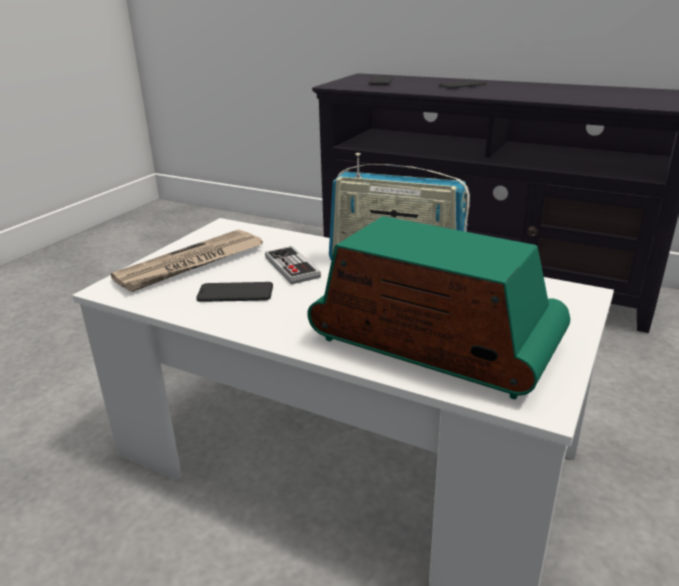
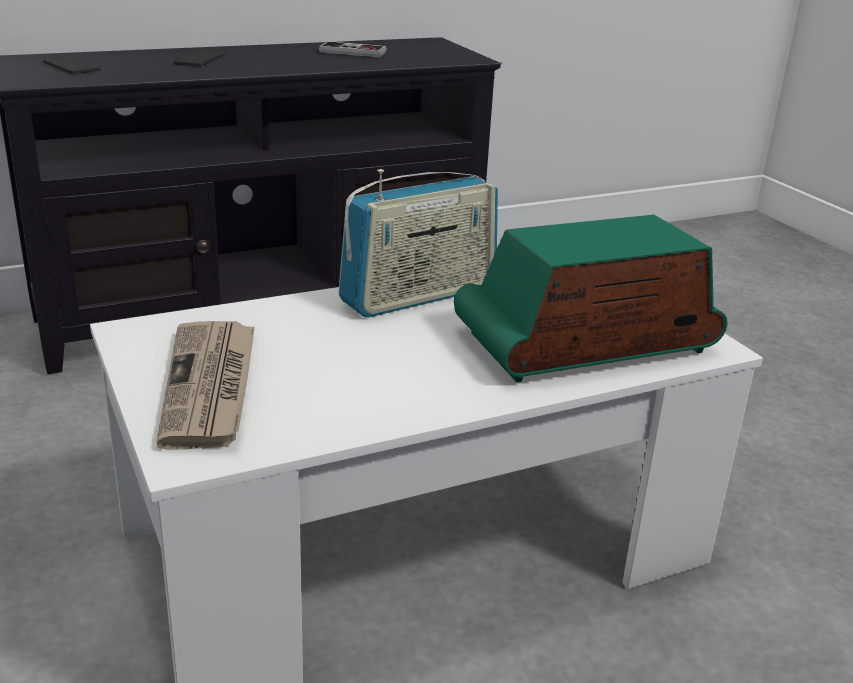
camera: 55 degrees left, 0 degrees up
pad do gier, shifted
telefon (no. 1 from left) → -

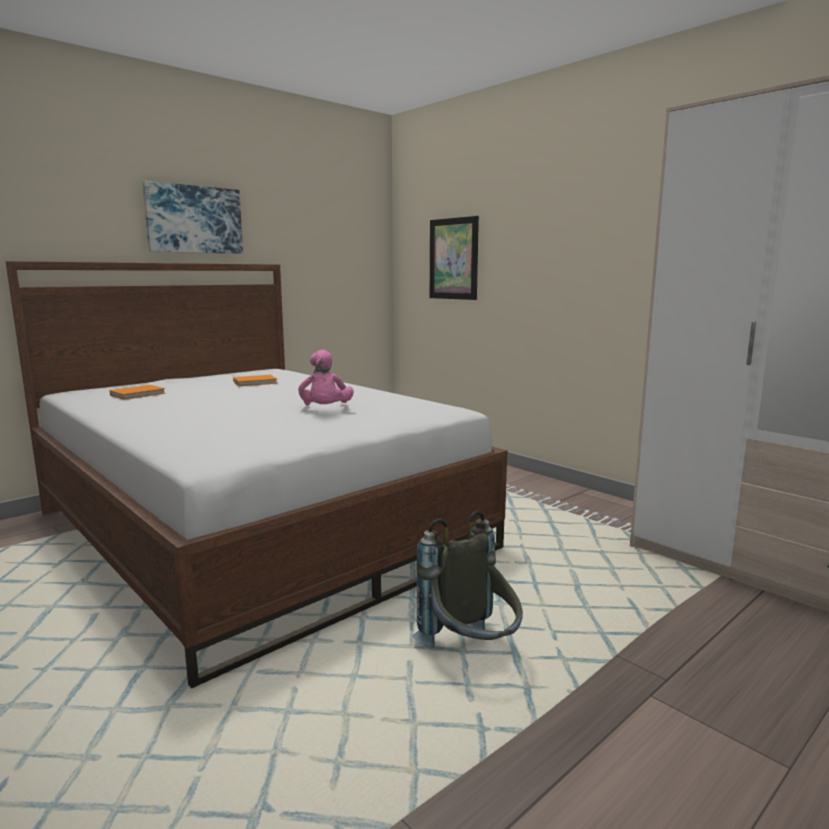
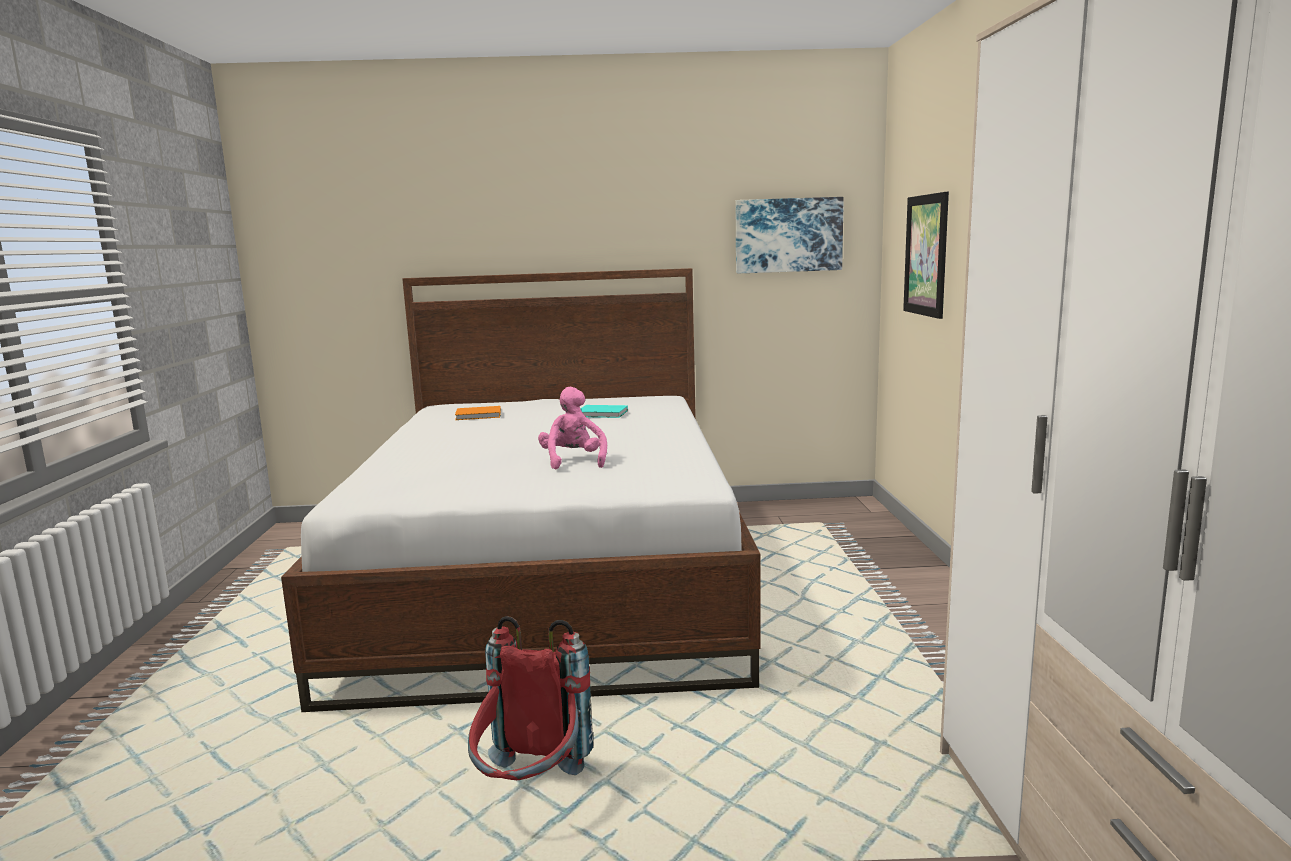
camera: 40 degrees right, 0 degrees up
obraz (no. 1 from left), shifted
pluszak [różowy], 135 degrees clockwise
książka [pomarańczowy] (no. 2 from left) → książka [turkusowy]
plecak [szary] → plecak [czerwony]

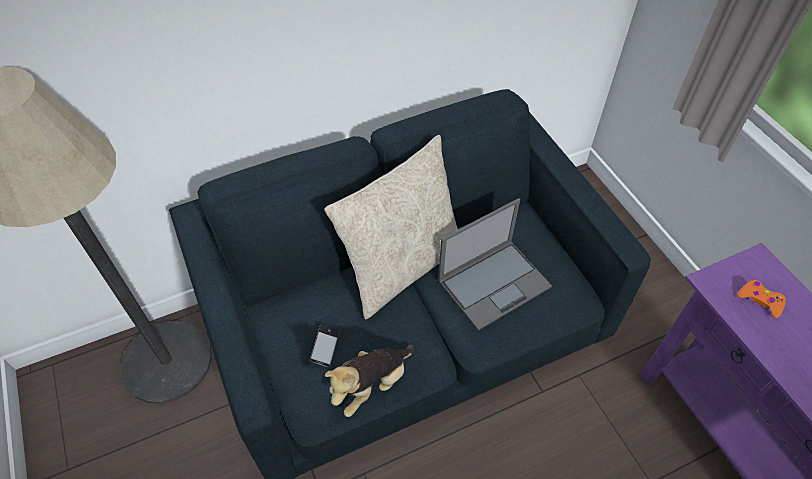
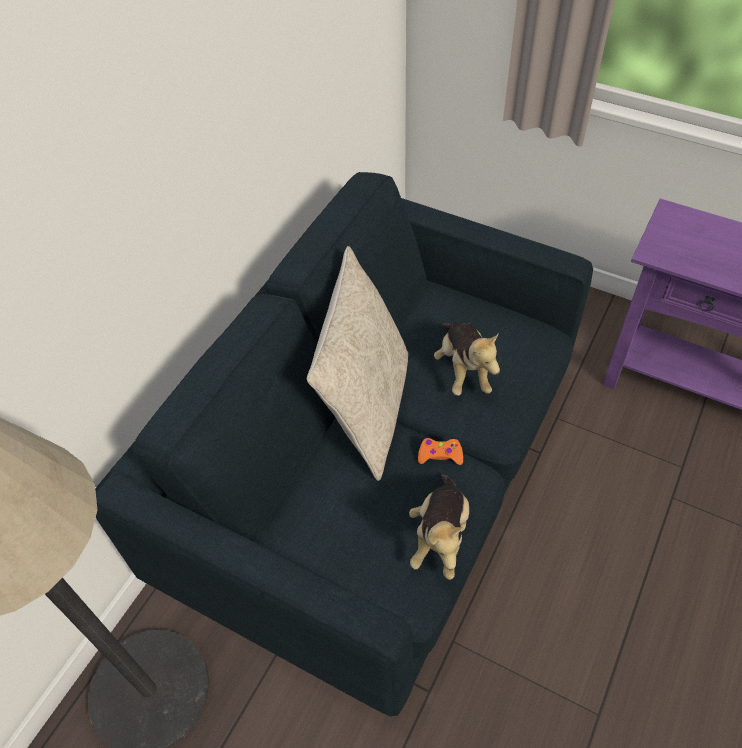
camera: 35 degrees left, 0 degrees up
laptop → pluszak (no. 2 from left)
pad do gier [pomarańczowy], shifted
telefon → -

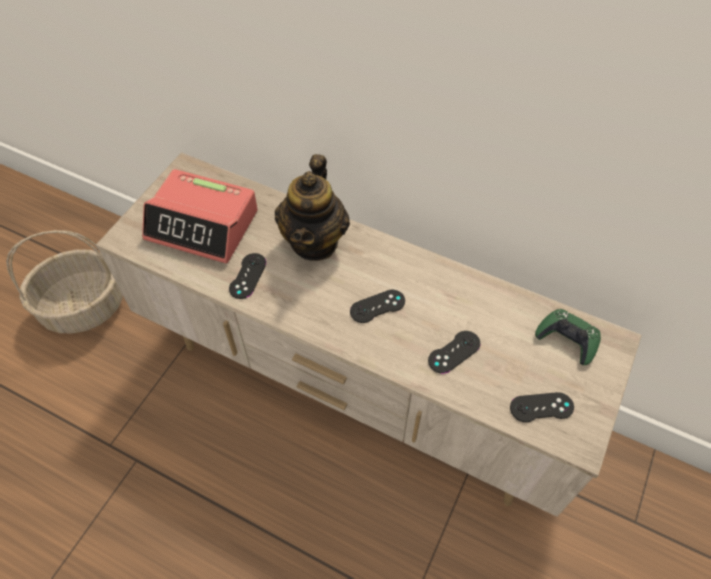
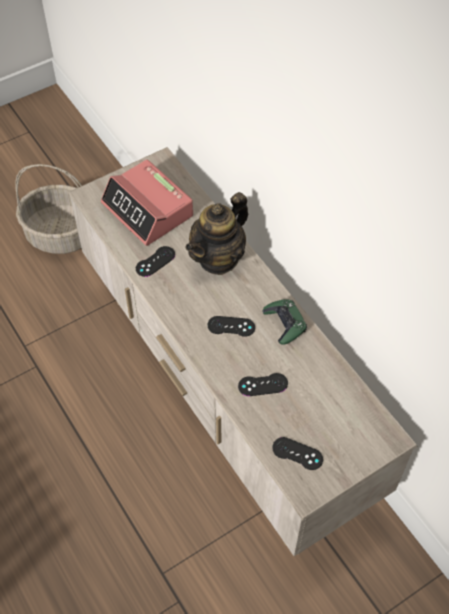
camera: 30 degrees right, 0 degrees up
pad do gier [zielony], shifted

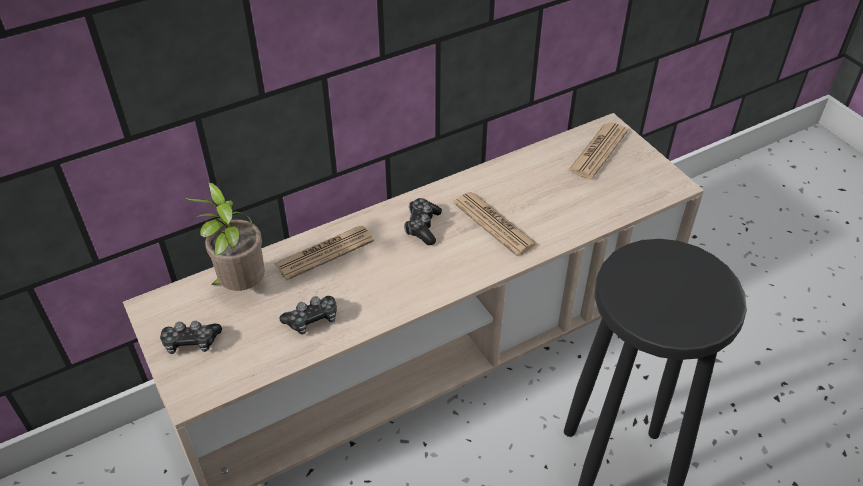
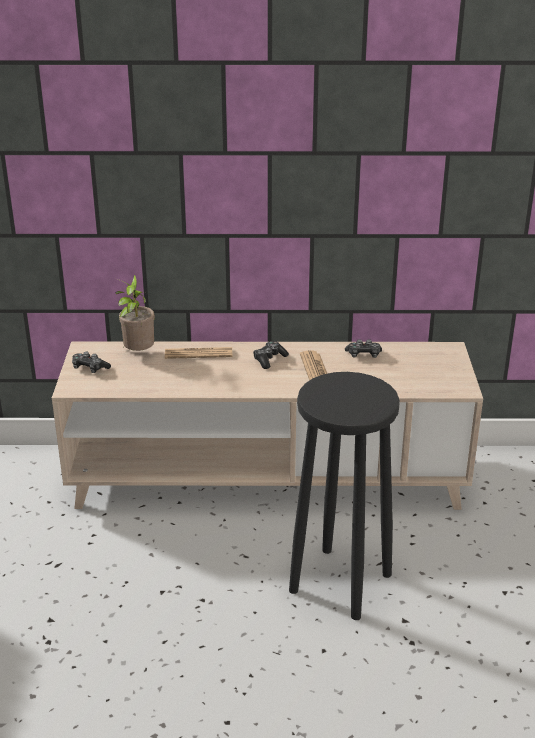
camera: 30 degrees right, 15 degrees down
gazeta (no. 3 from left) → -
pad do gier (no. 2 from left in the first image) → pad do gier (no. 3 from left), shifted

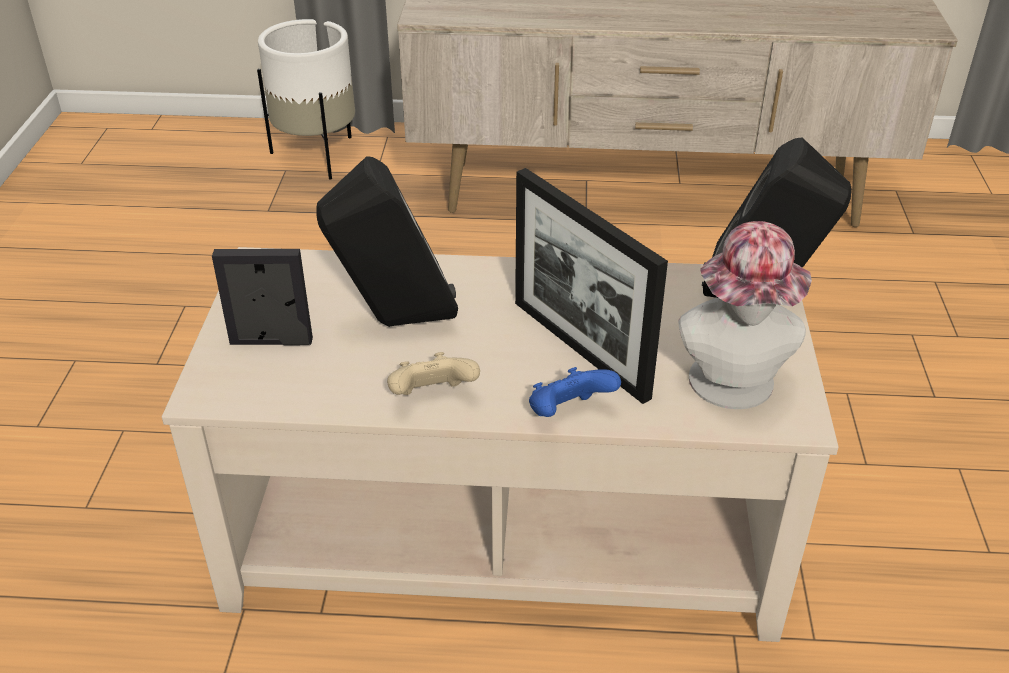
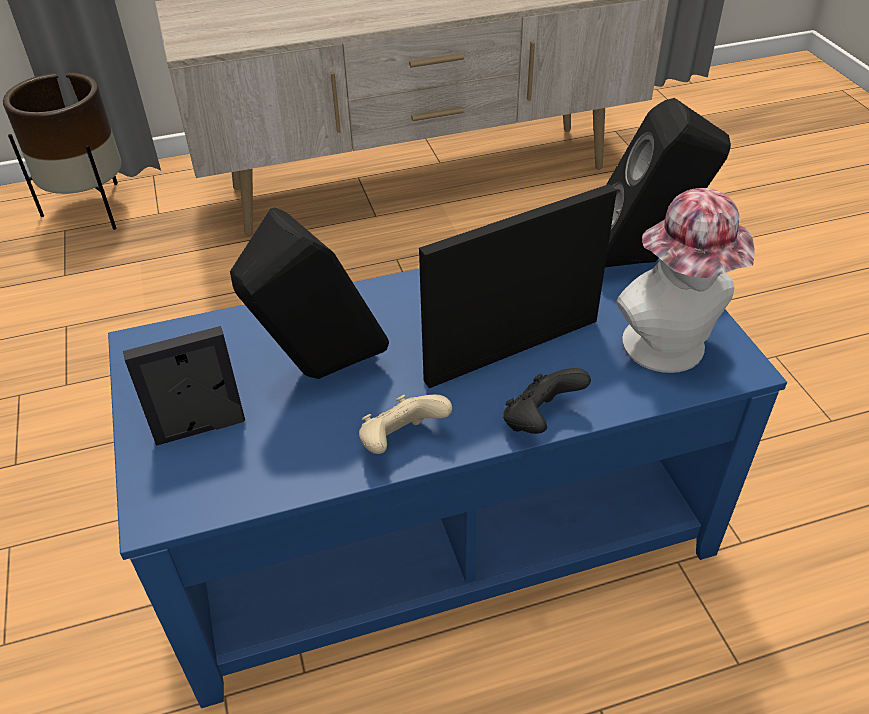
camera: 20 degrees left, 5 degrees up
donica [biały] → donica [brązowy]
ramka na zdjęcie (no. 2 from left), 120 degrees clockwise
ława [beżowy] → ława [niebieski]
pad do gier [niebieski] → pad do gier [czarny]

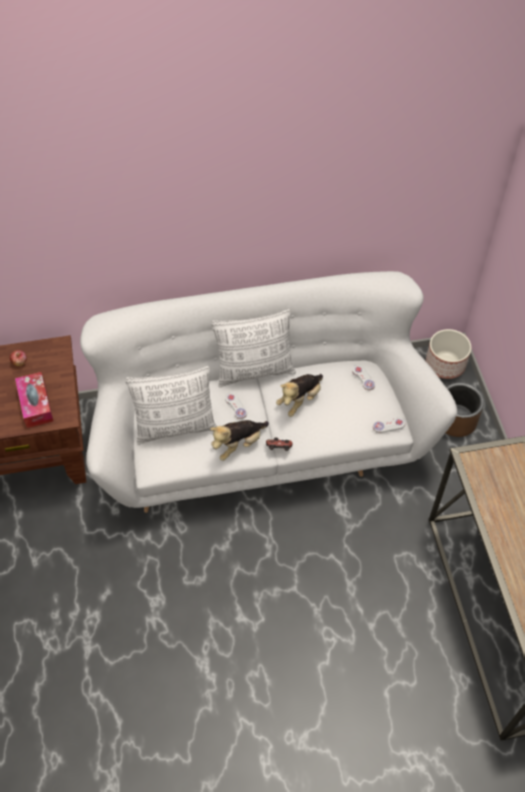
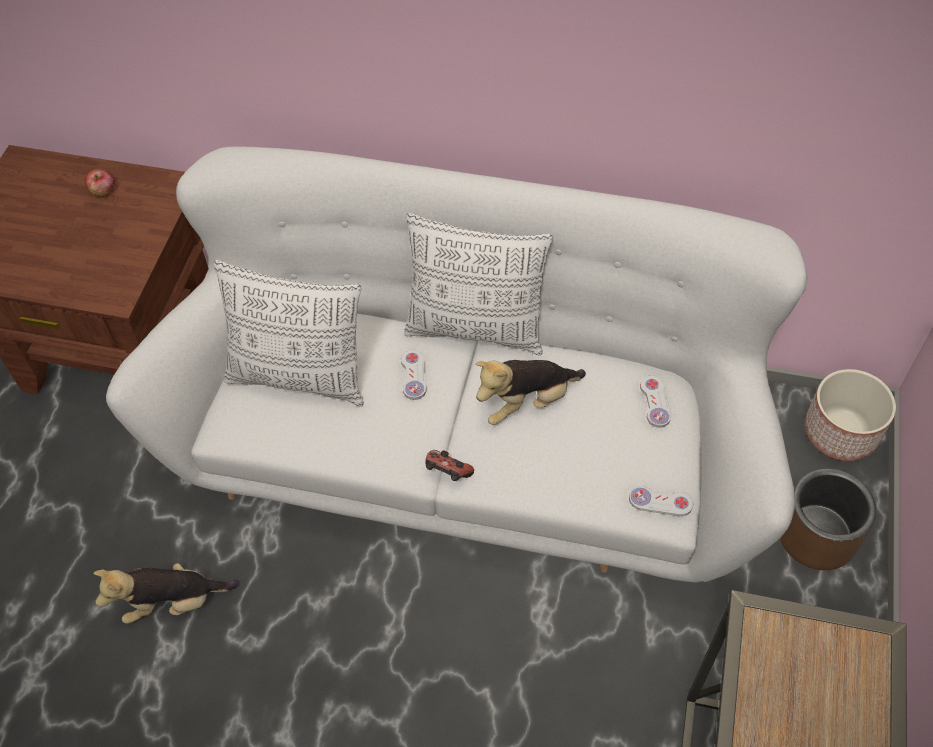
camera: 25 degrees right, 0 degrees up
pudełko chusteczek → -
pluszak (no. 1 from left), shifted

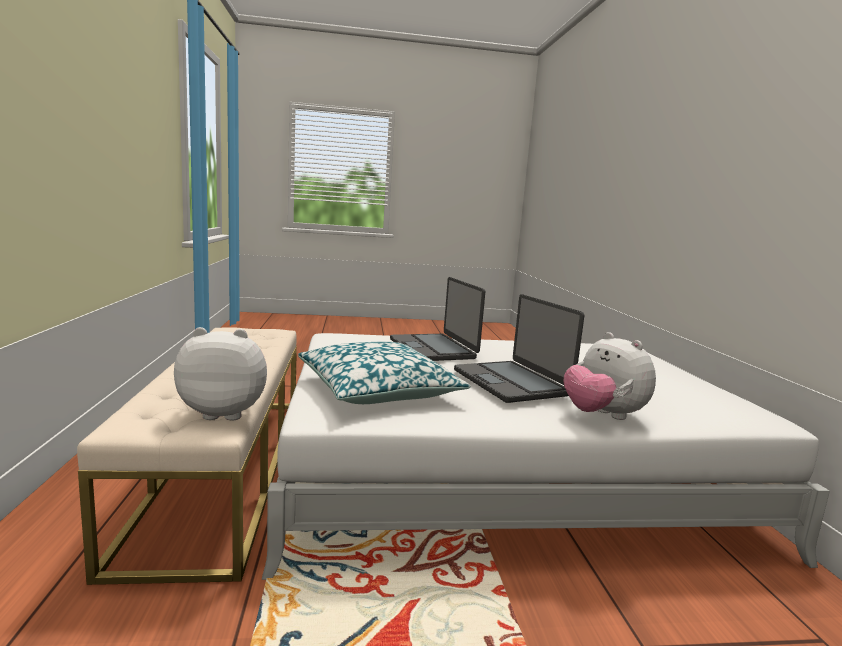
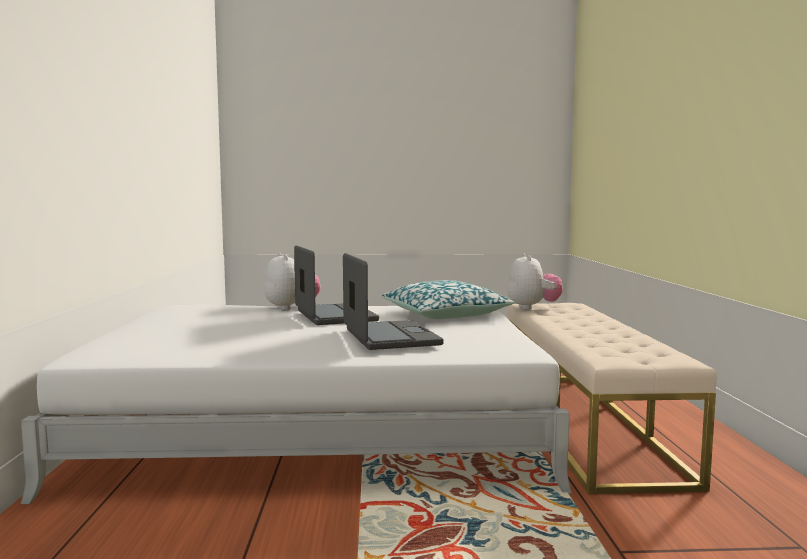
camera: 175 degrees left, 5 degrees down
pluszak (no. 1 from left in the first image) → pluszak (no. 2 from left), 90 degrees counterclockwise

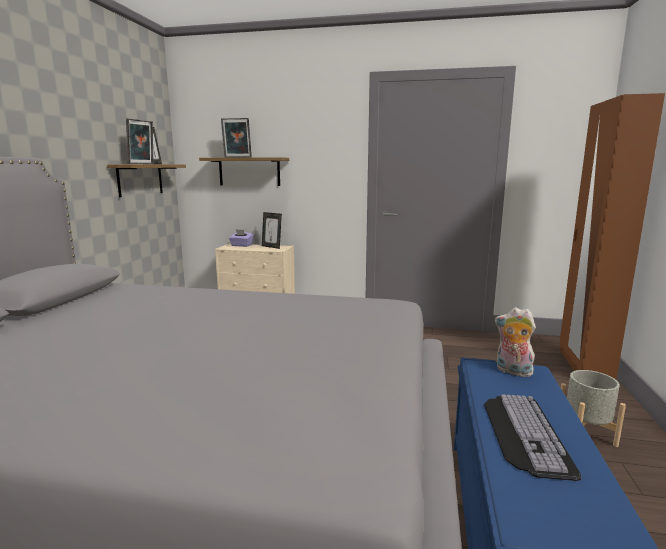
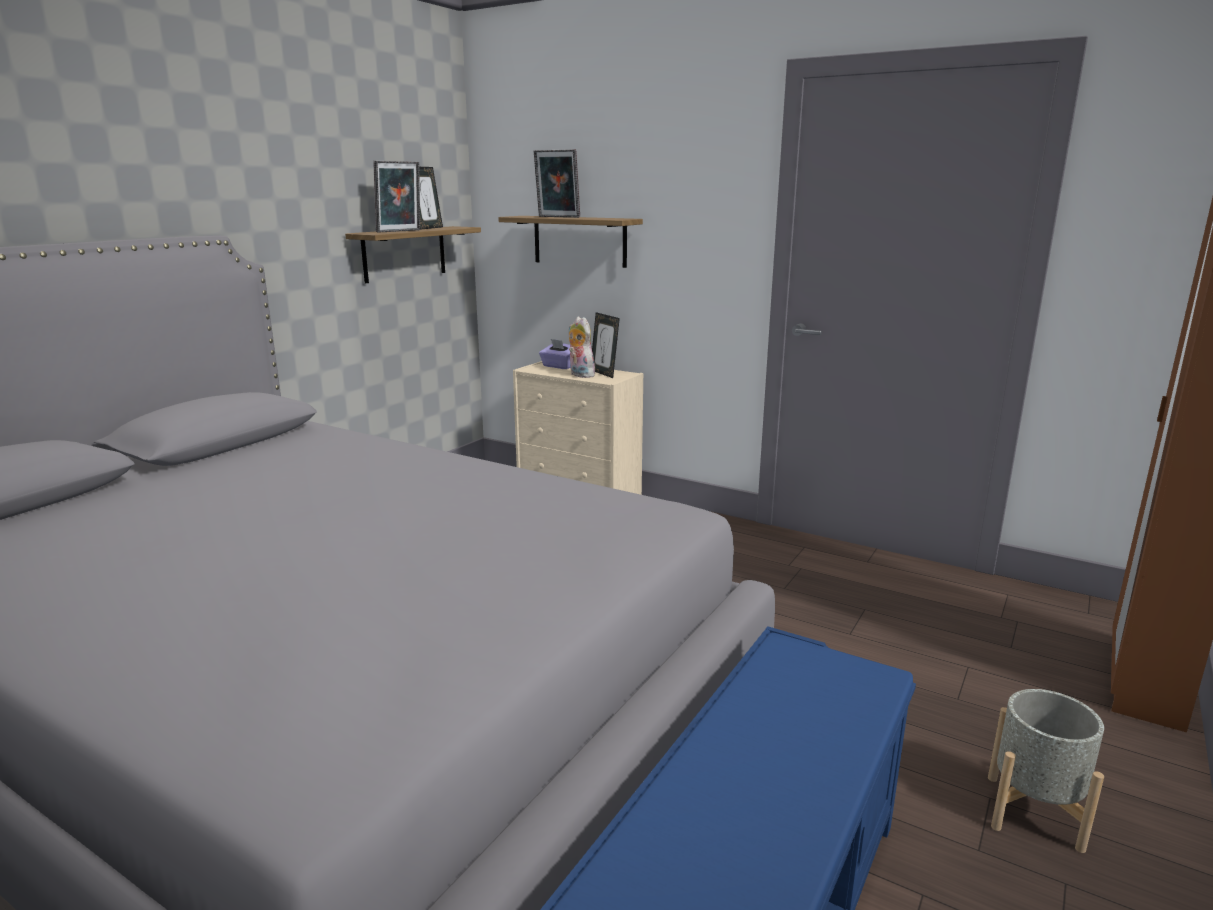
camera: 20 degrees right, 5 degrees up
pluszak, shifted
klawiatura → -

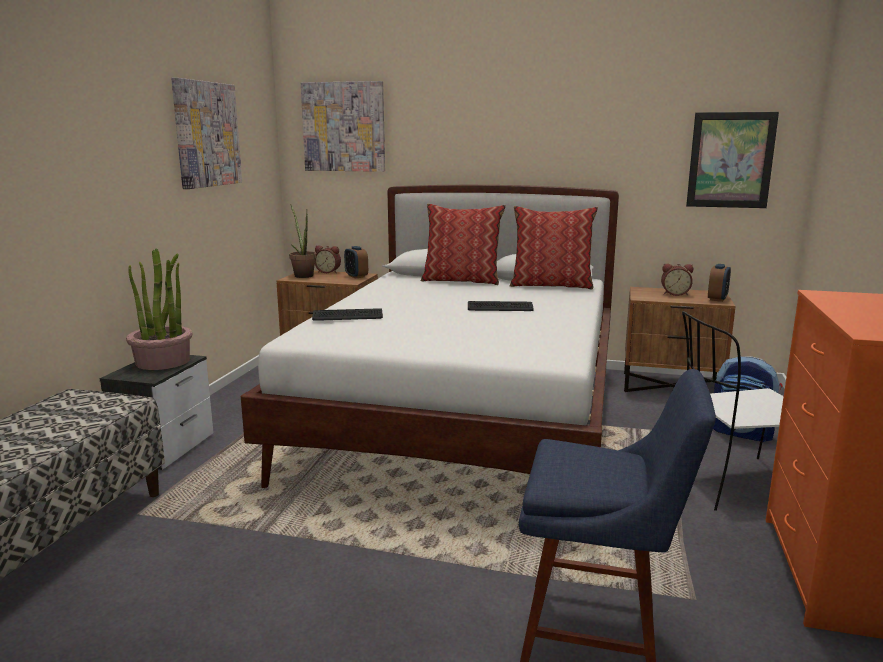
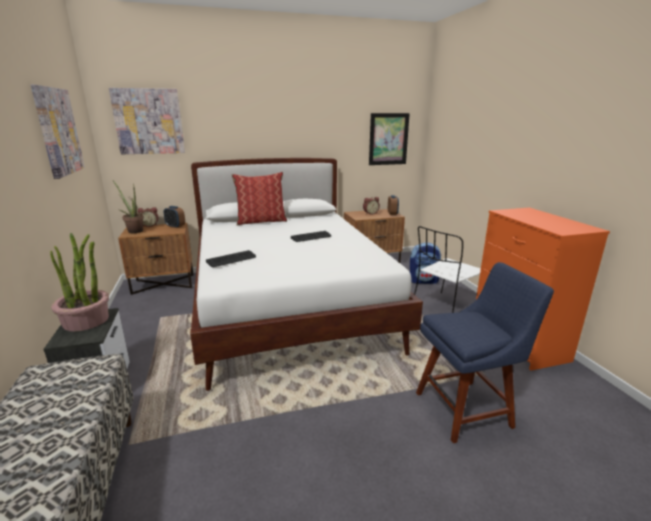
camera: 30 degrees left, 5 degrees up
poduszka (no. 2 from left) → -

